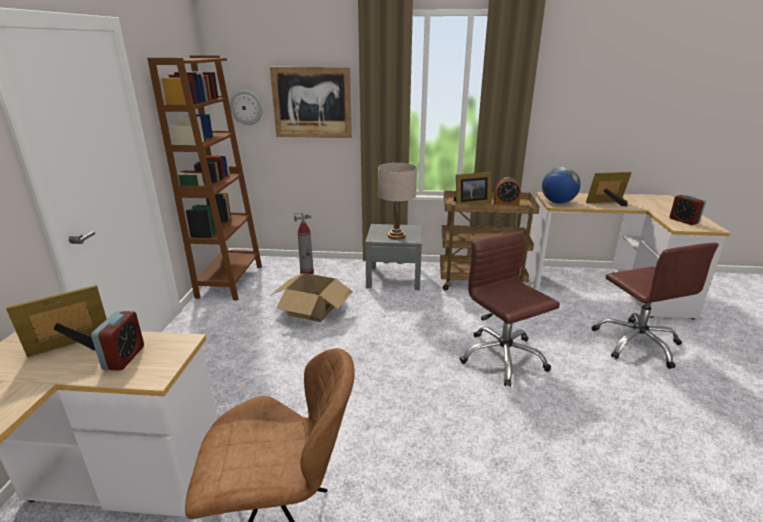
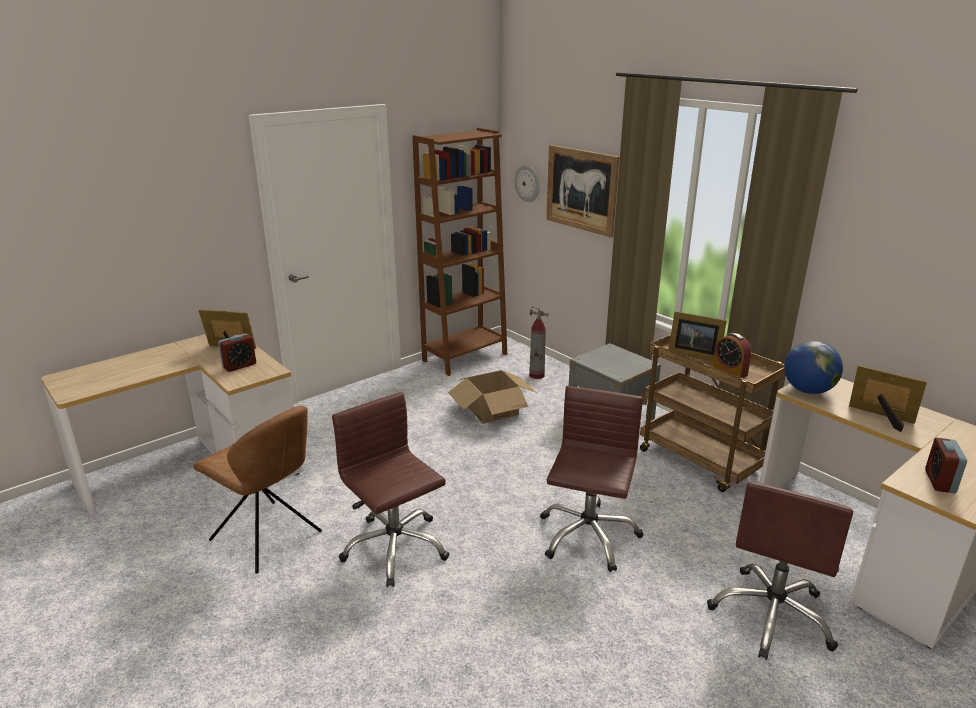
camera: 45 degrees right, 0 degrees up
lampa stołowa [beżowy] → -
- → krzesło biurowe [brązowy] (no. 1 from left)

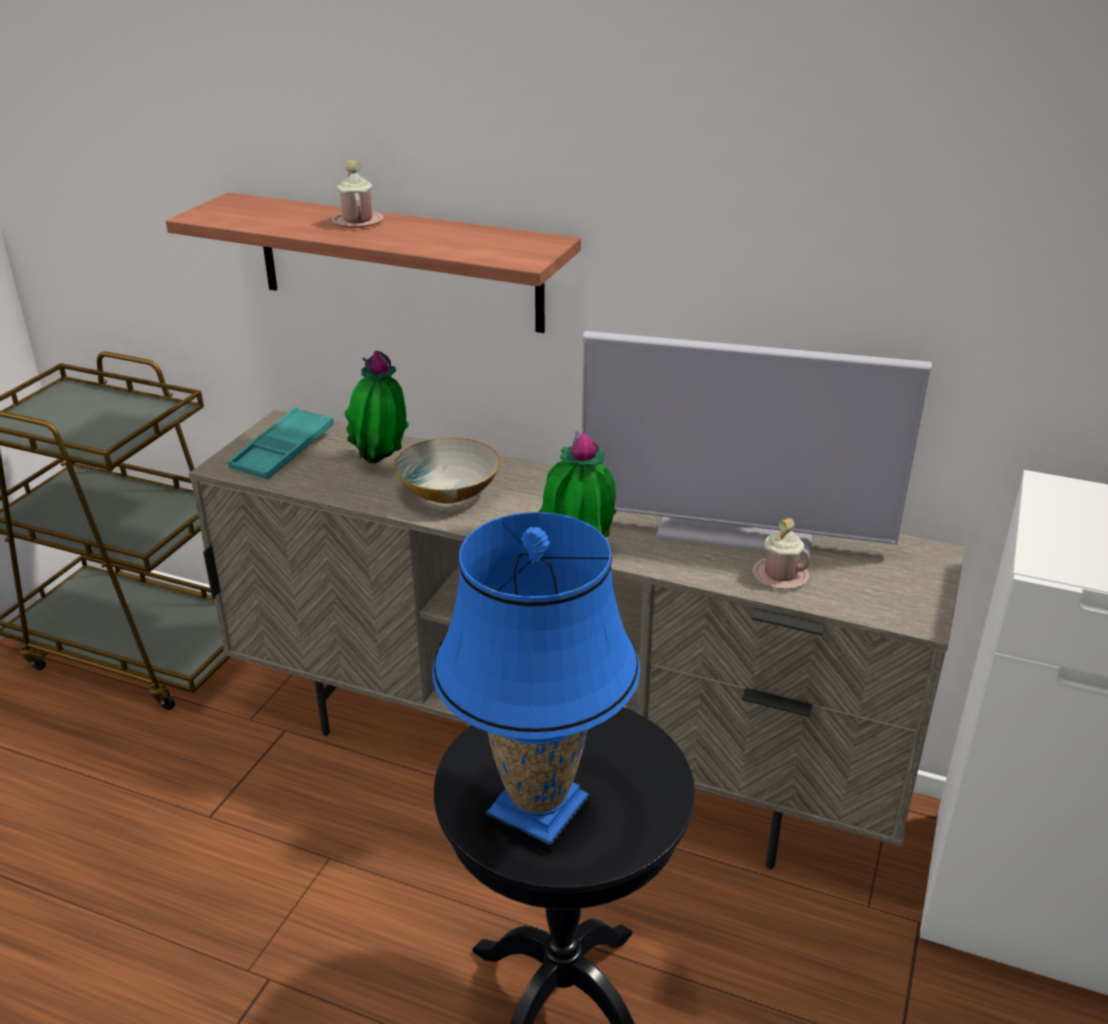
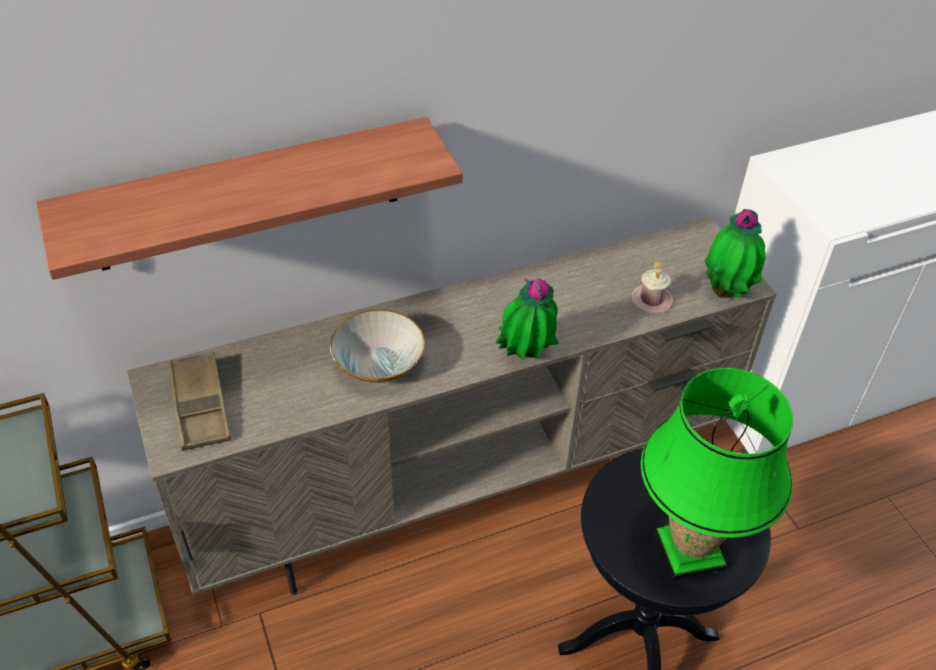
camera: 45 degrees left, 15 degrees up
kubek [różowy] (no. 1 from left) → -
telewizor → -
roślina doniczkowa (no. 1 from left in the first image) → roślina doniczkowa (no. 2 from left), shifted
taca [turkusowy] → taca [brązowy]
lampa stołowa [niebieski] → lampa stołowa [zielony]

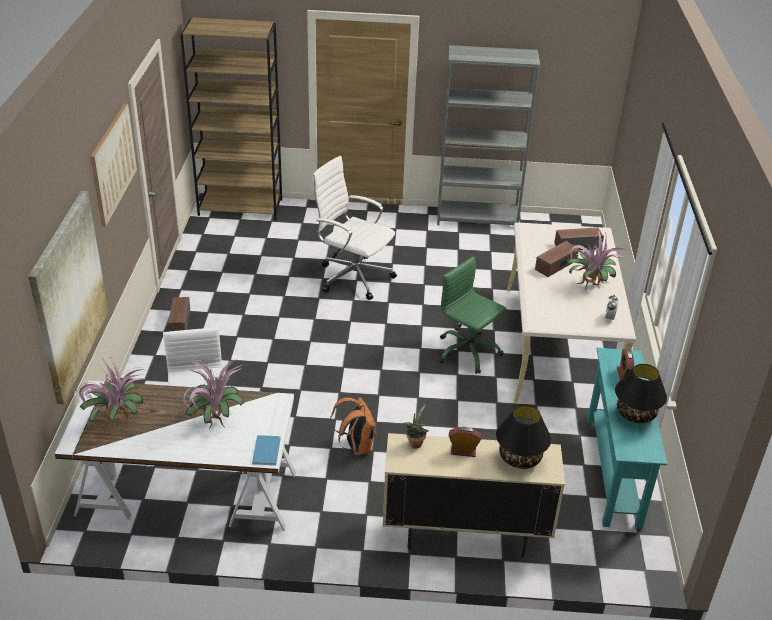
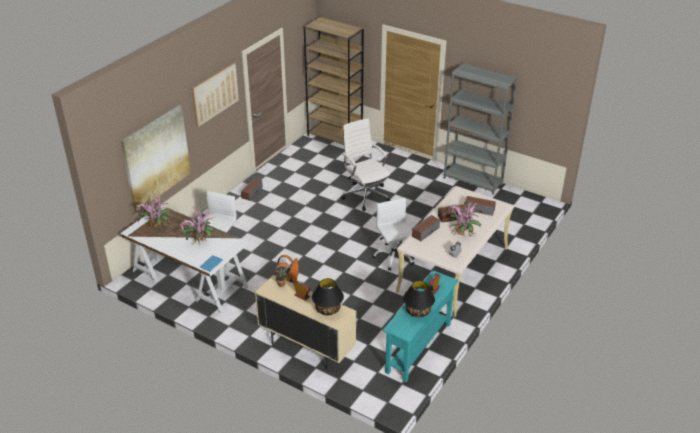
camera: 30 degrees right, 0 degrees up
krzesło biurowe [zielony] → krzesło biurowe [biały] (no. 3 from left)
- → głośnik (no. 2 from left)

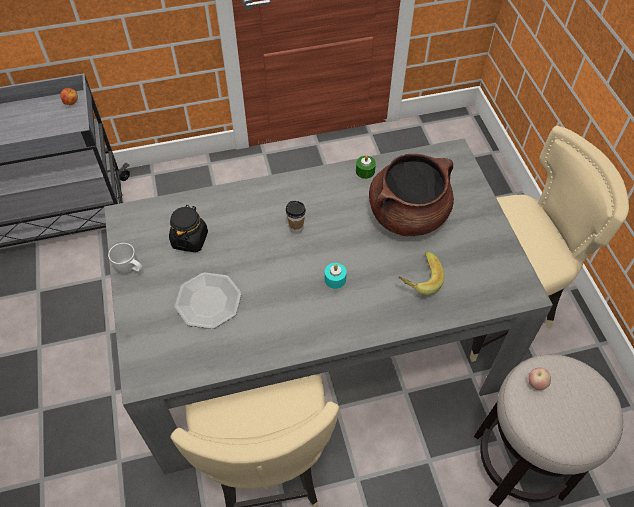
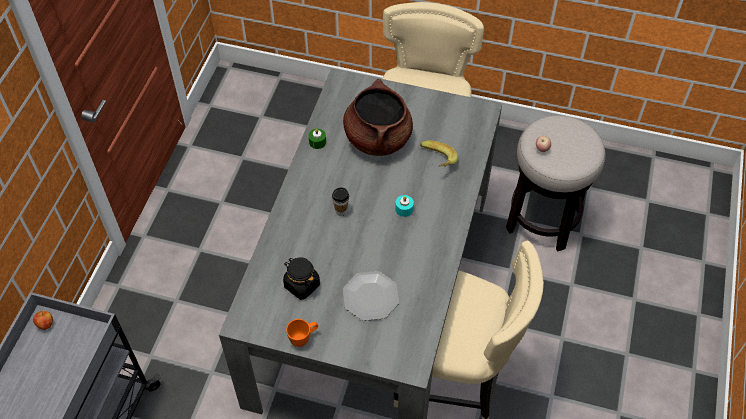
camera: 60 degrees left, 0 degrees up
kubek [biały] → kubek [pomarańczowy]

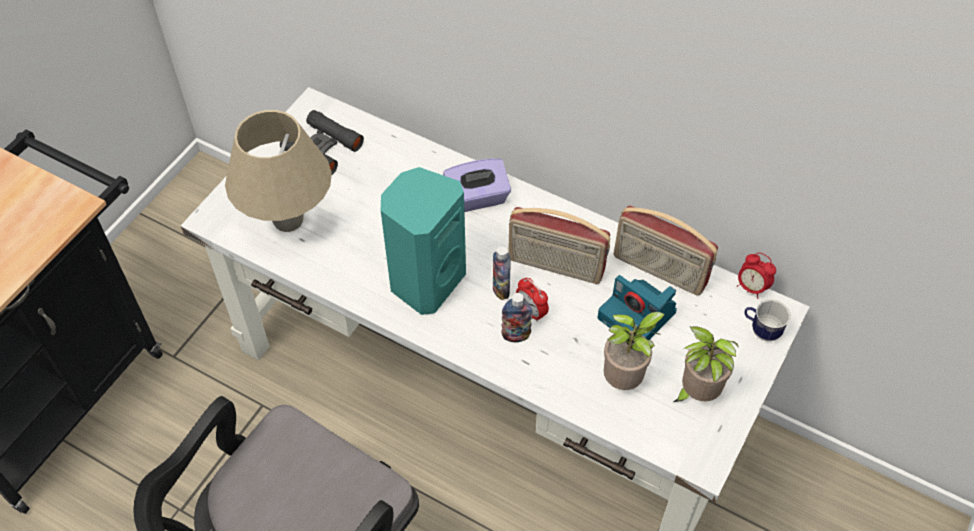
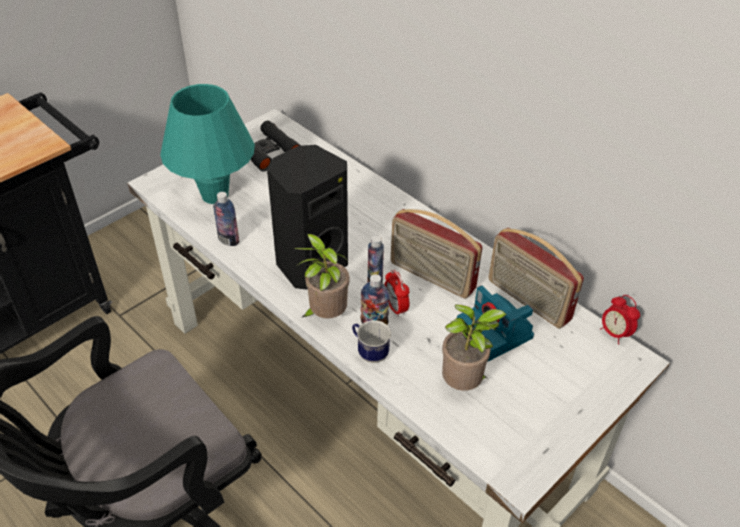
camera: 15 degrees right, 10 degrees down
lampa stołowa [beżowy] → lampa stołowa [turkusowy]
pudełko chusteczek [fioletowy] → -
głośnik [turkusowy] → głośnik [czarny]
kubek, shifted
roślina doniczkowa (no. 2 from left in the first image) → roślina doniczkowa (no. 1 from left), shifted
- → butelka (no. 1 from left)

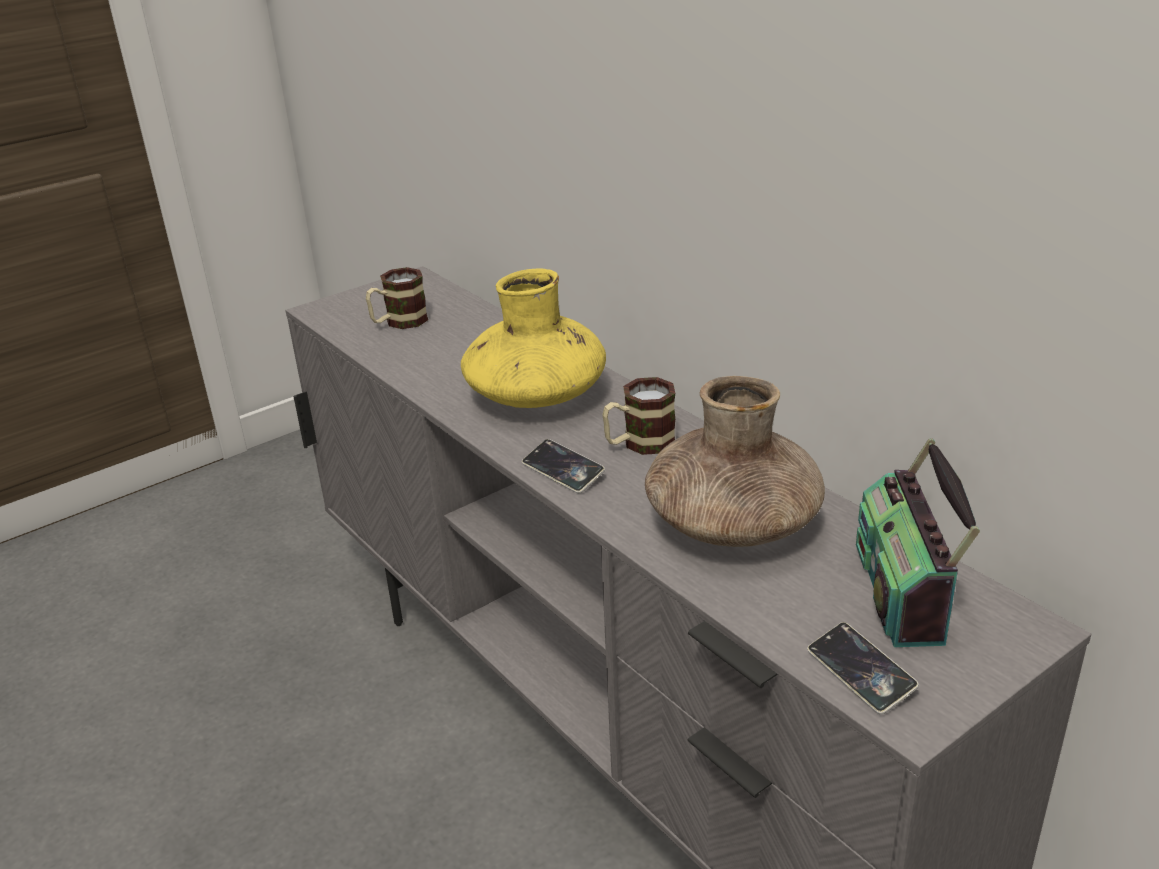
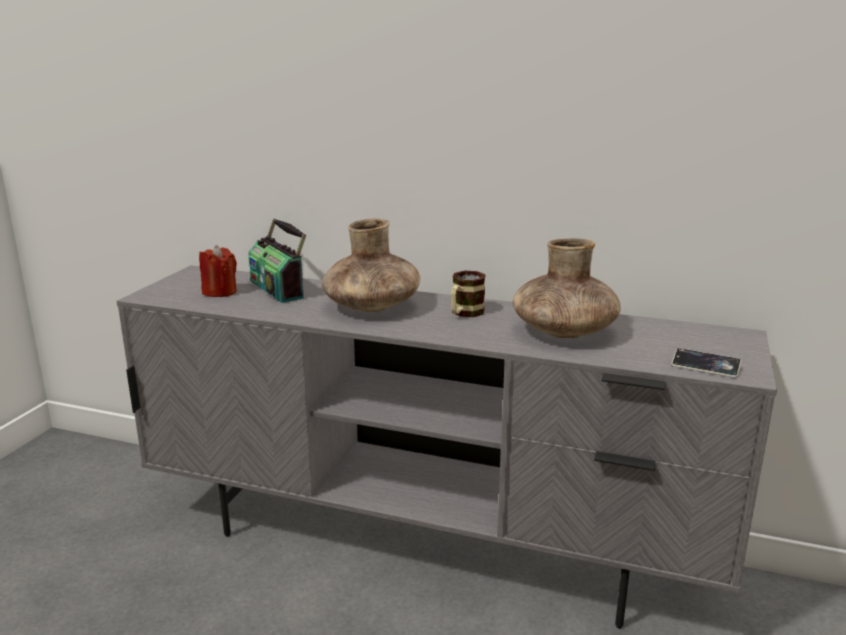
camera: 35 degrees left, 10 degrees down
kubek (no. 1 from left) → świeca [czerwony]
wazon [żółty] → wazon [brązowy] (no. 1 from left)
radio, shifted
telefon (no. 1 from left) → -

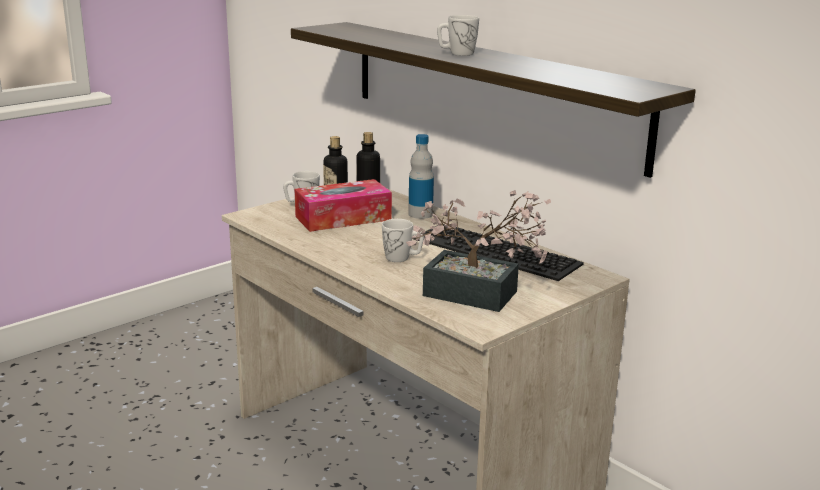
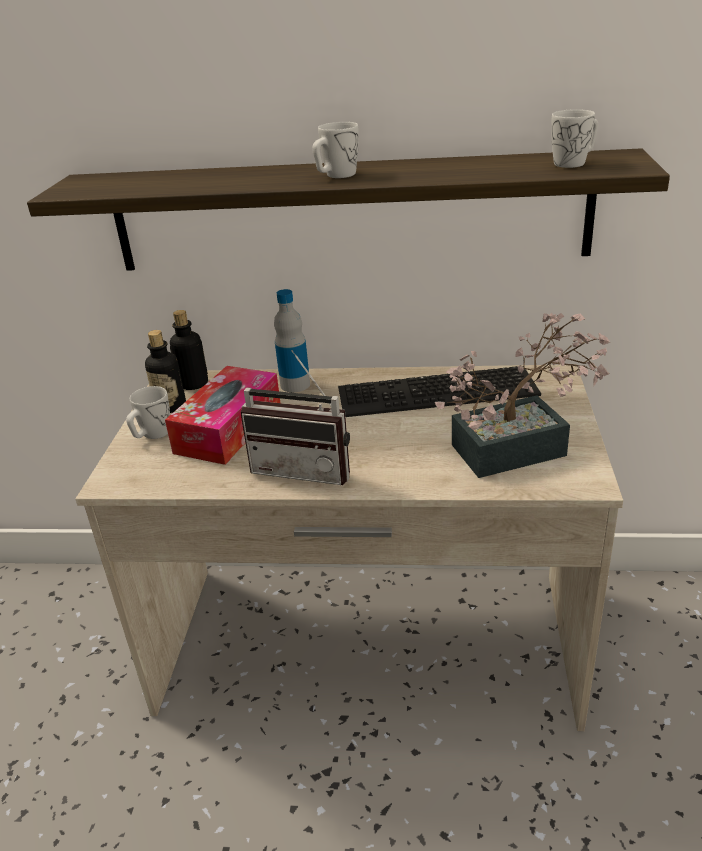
camera: 40 degrees left, 10 degrees up
kubek [biały] (no. 2 from left in the first image) → kubek [biały] (no. 3 from left), shifted
- → radio

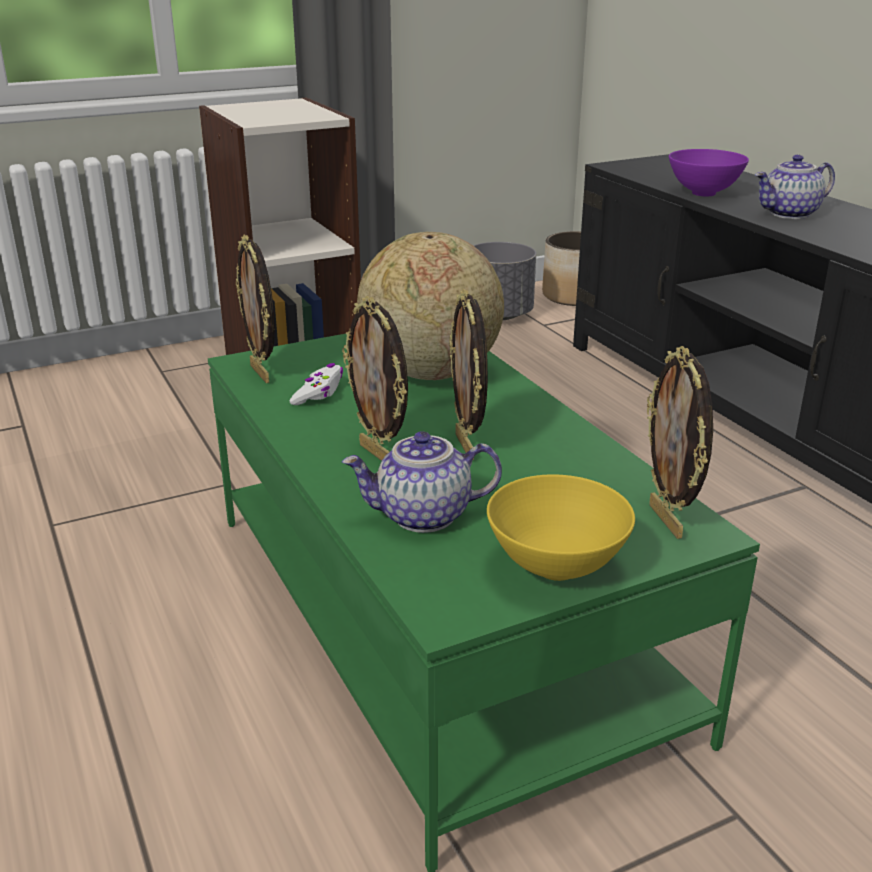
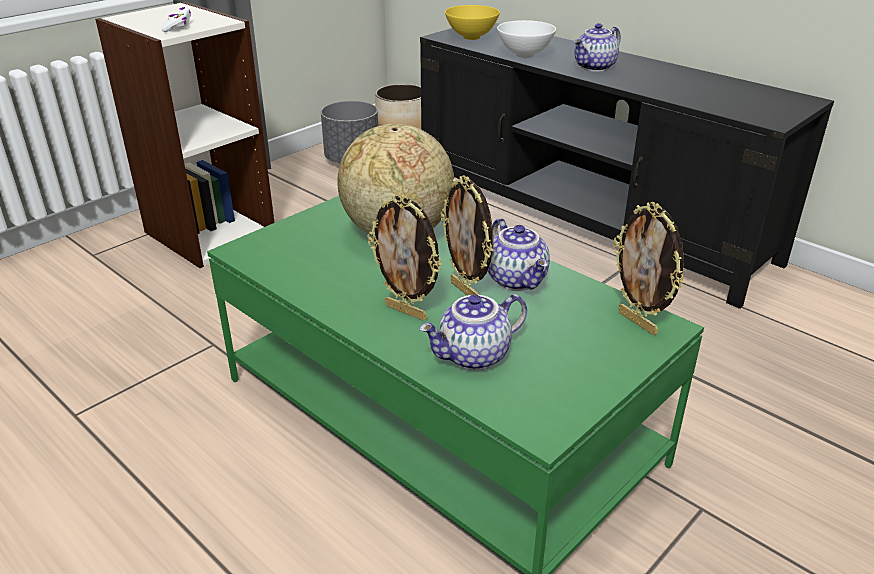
camera: 20 degrees left, 5 degrees up
miska [fioletowy] → miska [biały]
ramka na zdjęcie (no. 1 from left) → -
pad do gier [biały], shifted
miska [żółty], shifted
- → imbryk (no. 2 from left)

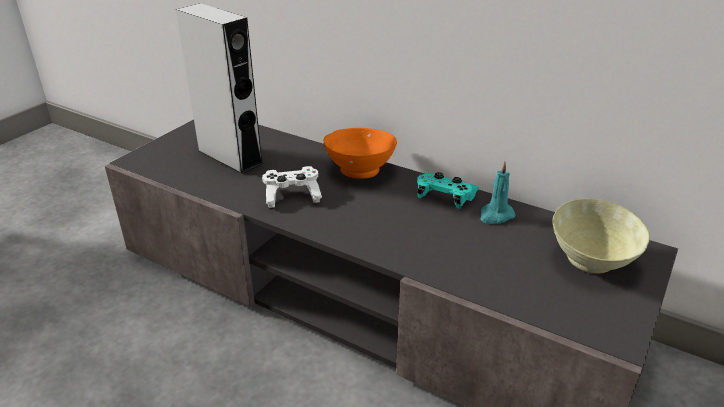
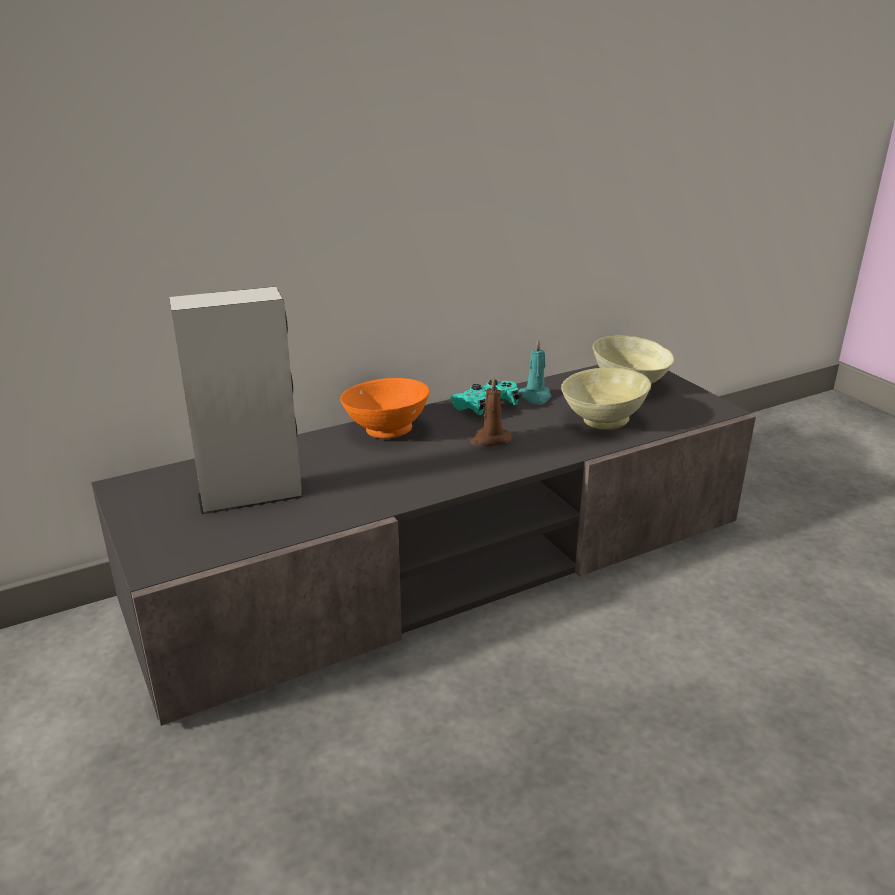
camera: 60 degrees left, 5 degrees down
pad do gier [biały] → -
- → miska [beżowy] (no. 1 from left)
- → świeca [brązowy]

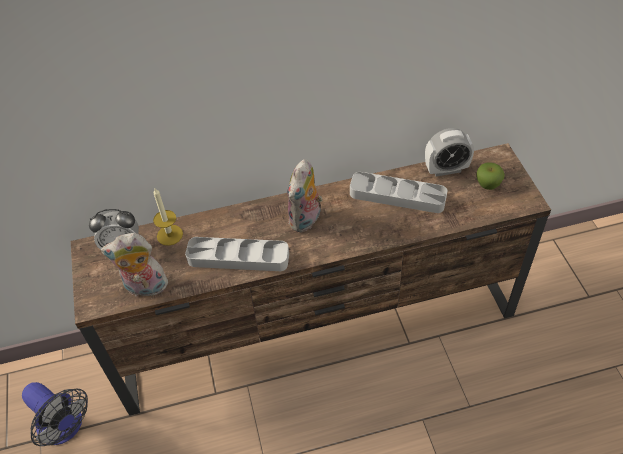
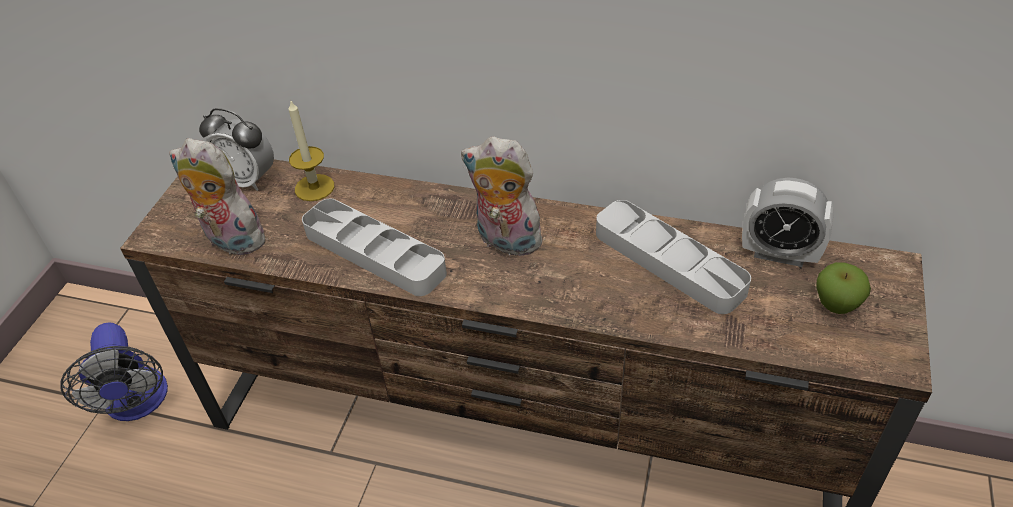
camera: 30 degrees right, 5 degrees down
pluszak (no. 2 from left), 60 degrees clockwise

